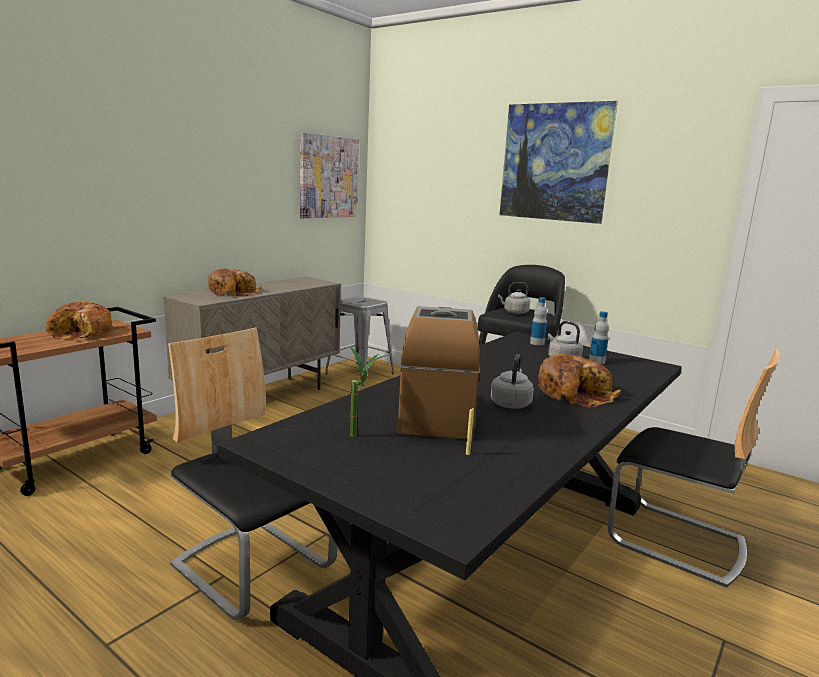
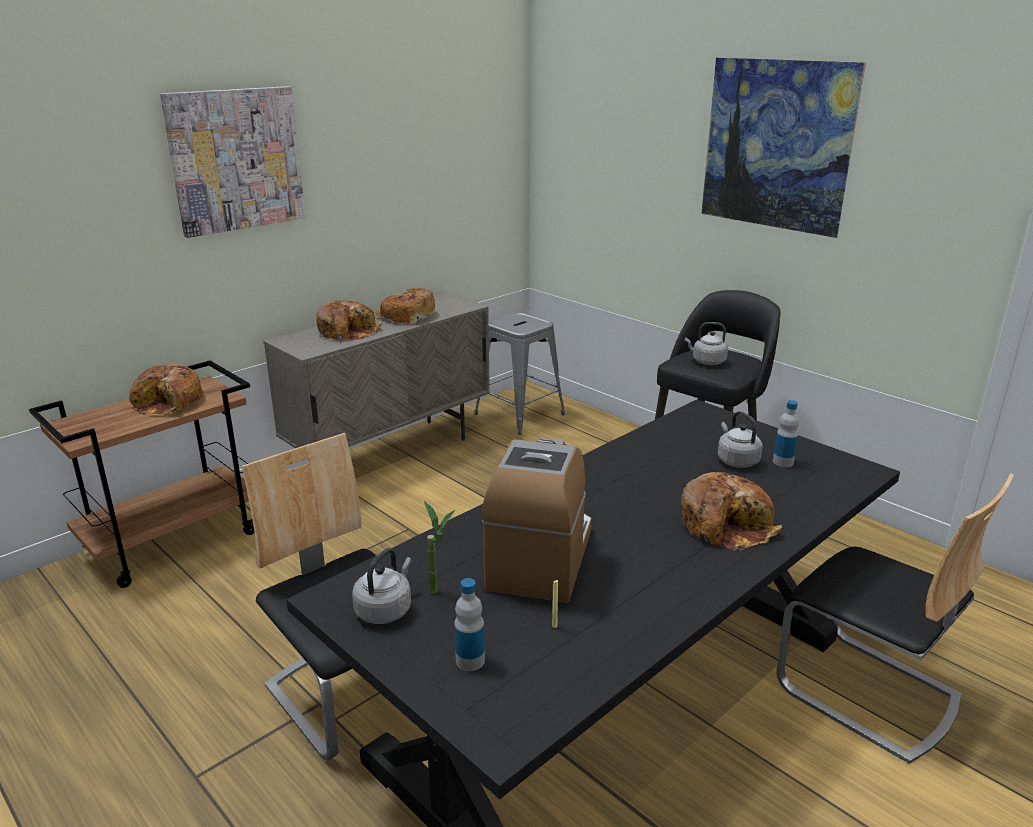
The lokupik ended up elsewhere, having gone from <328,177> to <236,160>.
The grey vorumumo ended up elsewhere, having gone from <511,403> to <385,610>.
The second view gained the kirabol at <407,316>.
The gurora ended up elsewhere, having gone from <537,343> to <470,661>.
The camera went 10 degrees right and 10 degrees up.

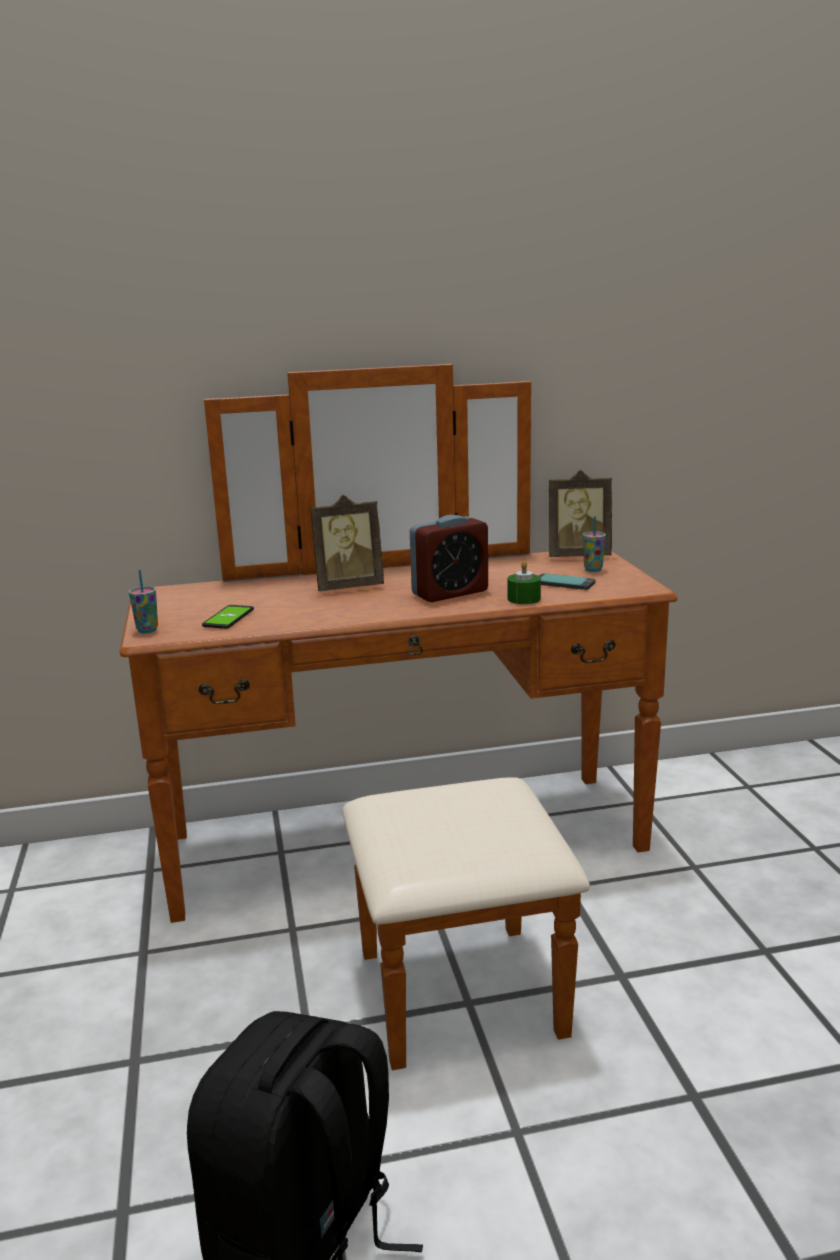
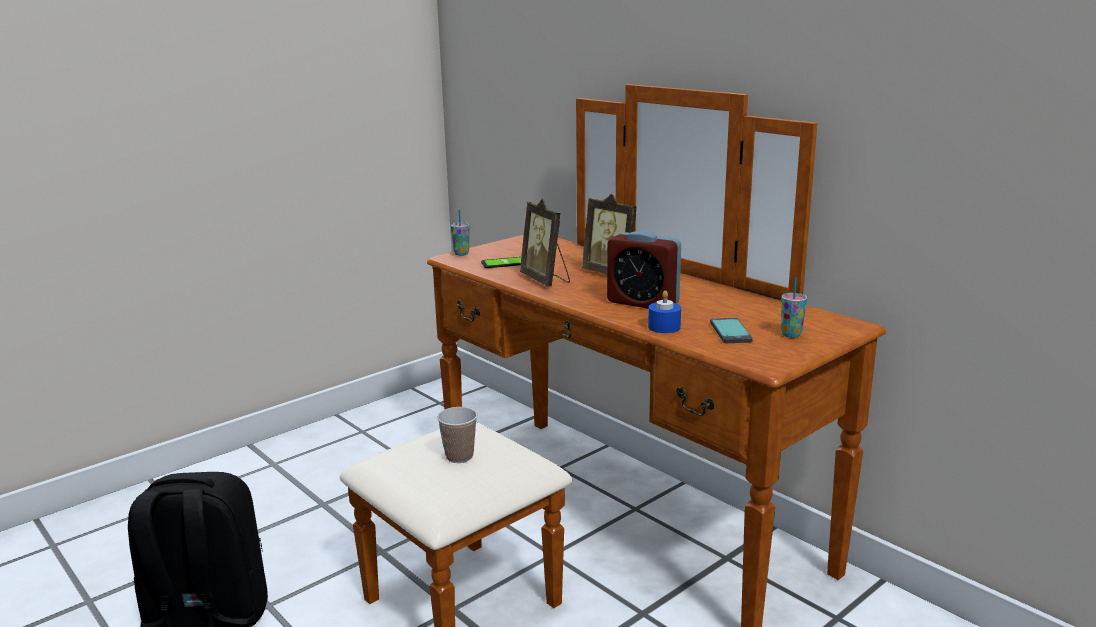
The second view gained the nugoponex at <459,456>.
The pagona ended up elsewhere, having gone from <578,556> to <546,280>.
What was the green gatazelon at <524,599> turned into the blue gatazelon at <664,327>.
The camera went 60 degrees right and 0 degrees up.

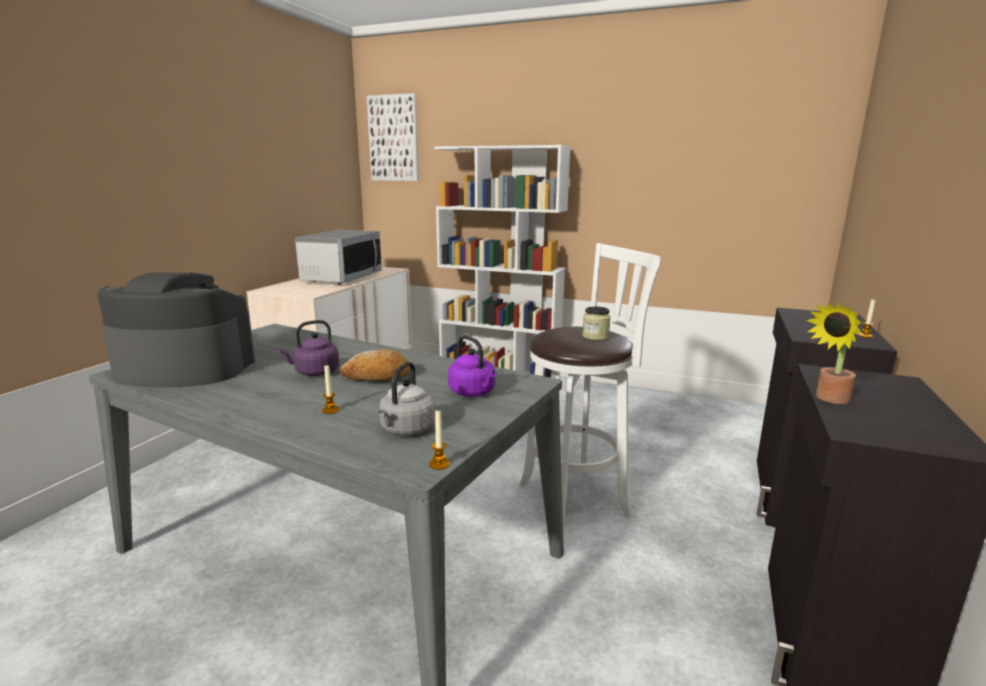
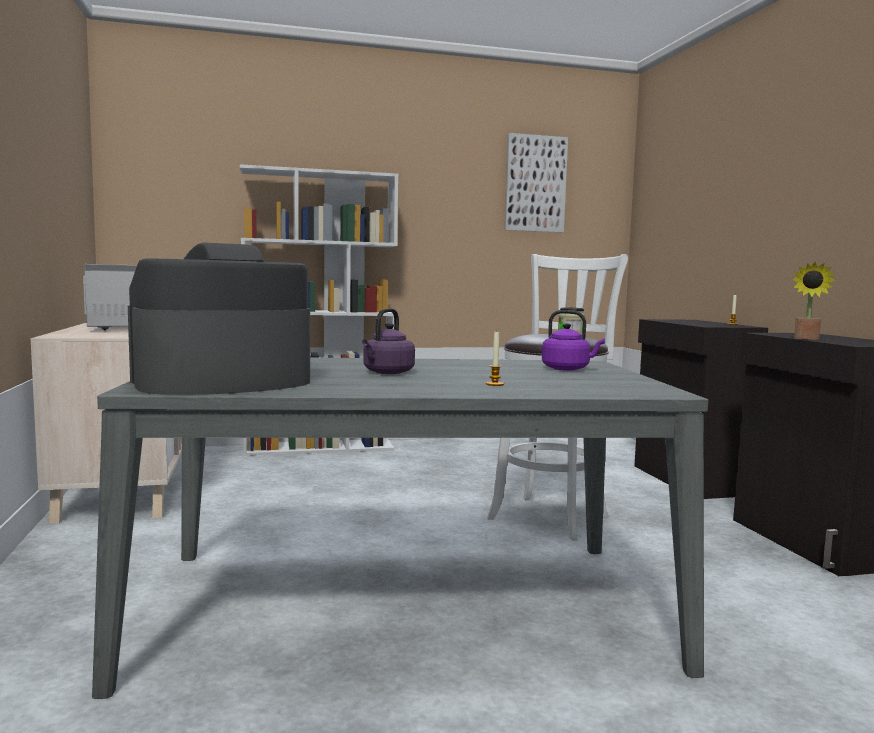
The lokupik ended up elsewhere, having gone from <393,138> to <535,183>.
The second view lost the kirabol at <377,377>.
The second view lost the grey vorumumo at <406,430>.
The second view lost the gatazelon at <439,464>.
The camera went 35 degrees left and 10 degrees down.

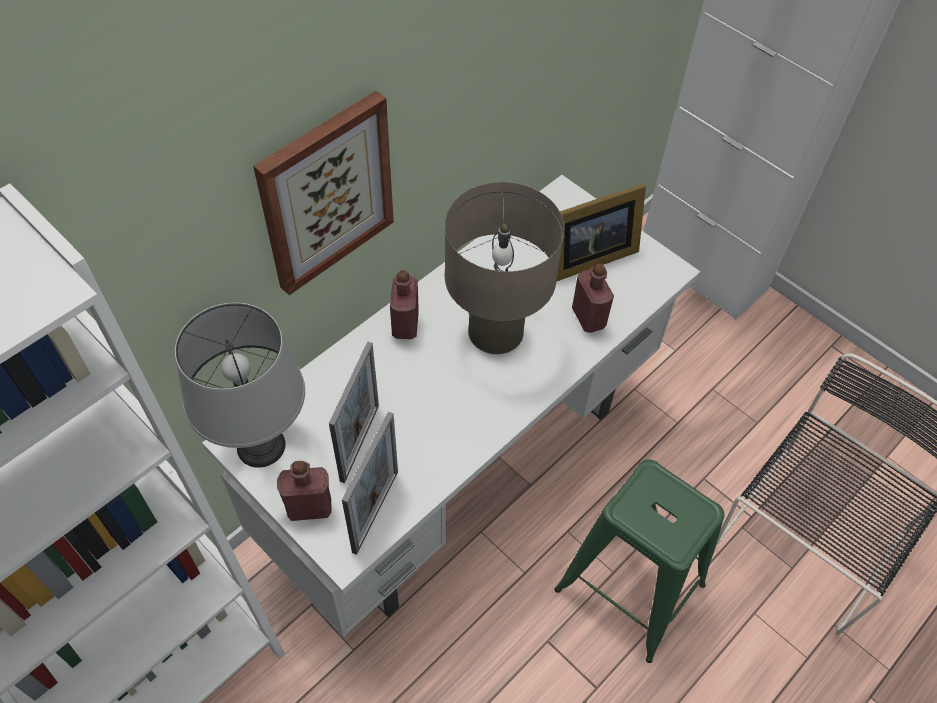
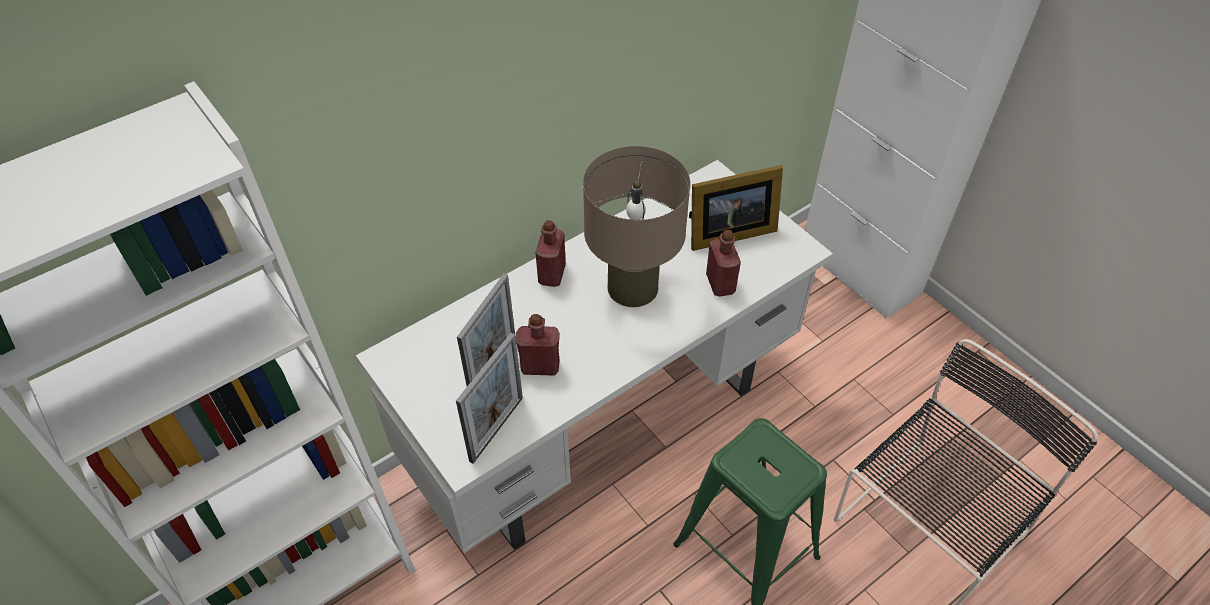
The red gurora ended up elsewhere, having gone from <309,508> to <540,366>.
The second view lost the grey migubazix at <262,446>.
The second view lost the lokupik at <325,193>.
The camera went 10 degrees right and 5 degrees down.

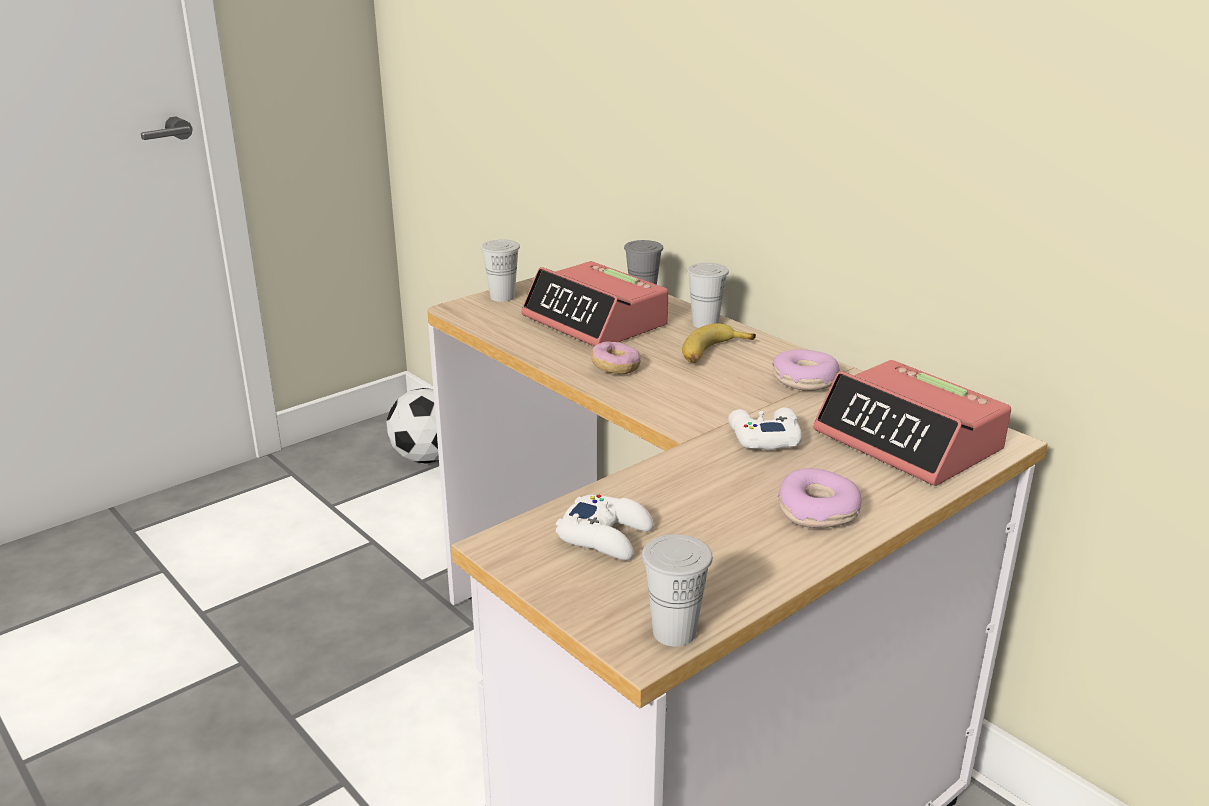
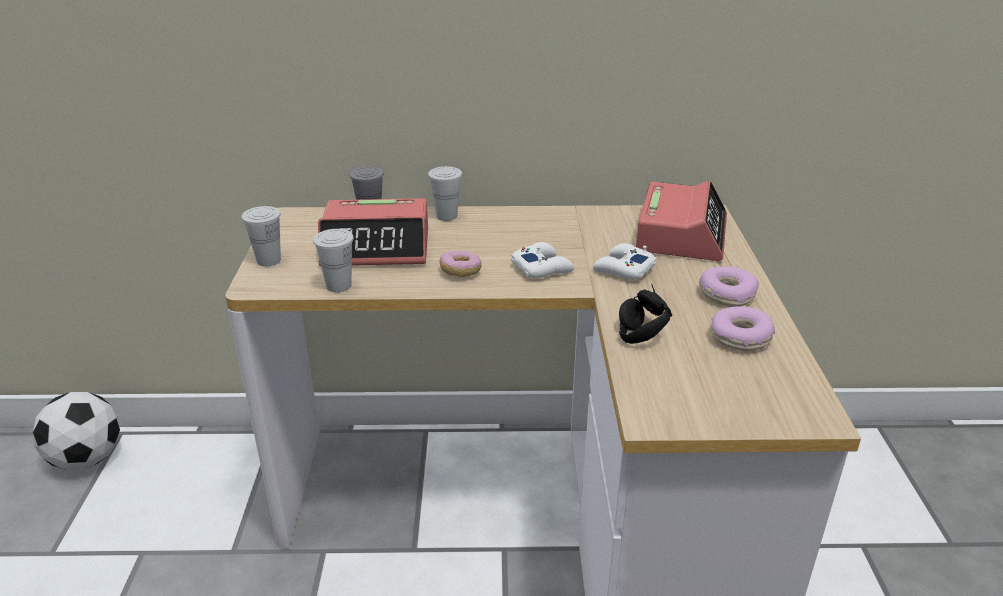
The white nugoponex ended up elsewhere, having gone from <674,632> to <339,286>.
The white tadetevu ended up elsewhere, having gone from <606,536> to <542,267>.
The second view gained the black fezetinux at <638,321>.
The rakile at <909,441> ended up facing another way, 75 degrees counterclockwise from before.
The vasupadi ended up elsewhere, having gone from <805,381> to <740,338>.
The second view lost the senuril at <712,353>.
The camera went 50 degrees left and 5 degrees up.

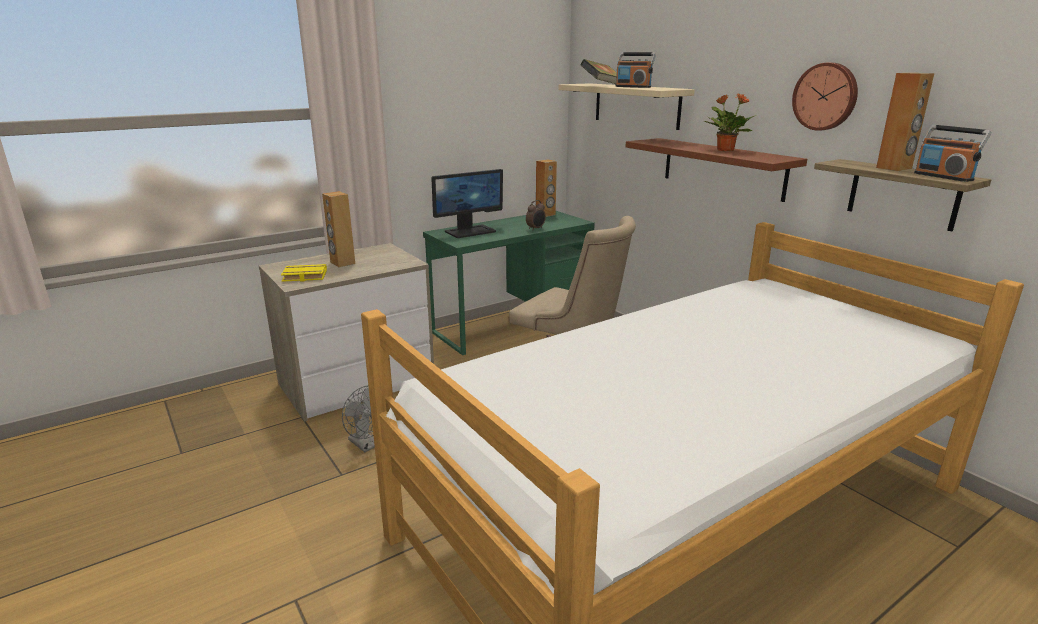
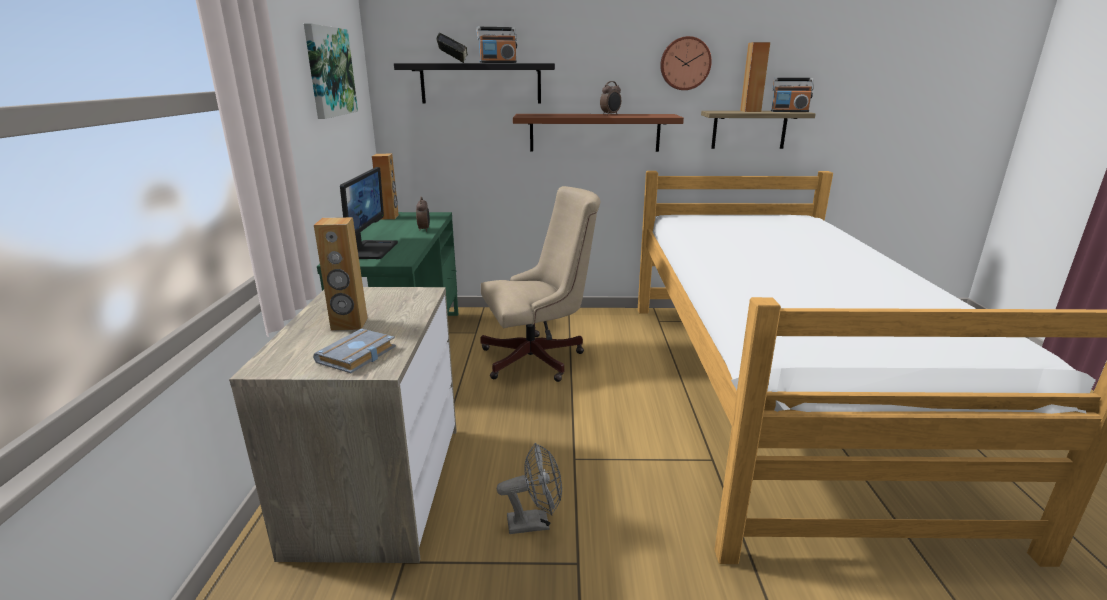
The second view gained the lokupik at <329,72>.
What was the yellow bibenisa at <303,277> turned into the grey bibenisa at <357,356>.
What was the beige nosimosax at <636,105> turned into the black nosimosax at <480,83>.
Where the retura stood at <724,150>, the rakile came to stand at <610,114>.
The camera went 55 degrees left and 0 degrees up.

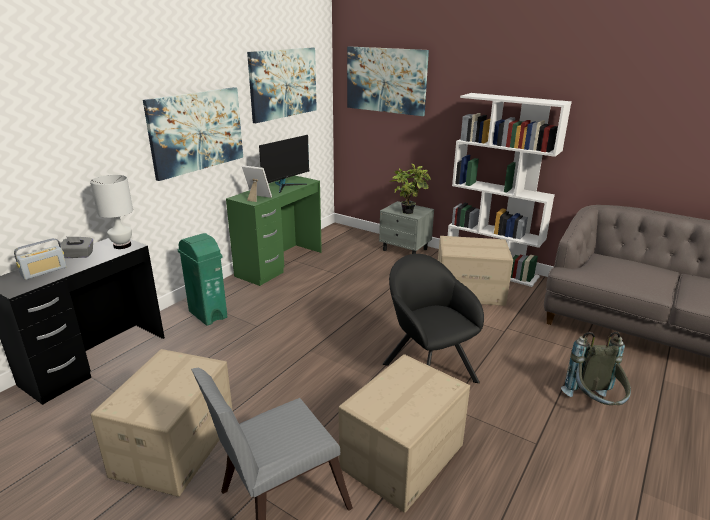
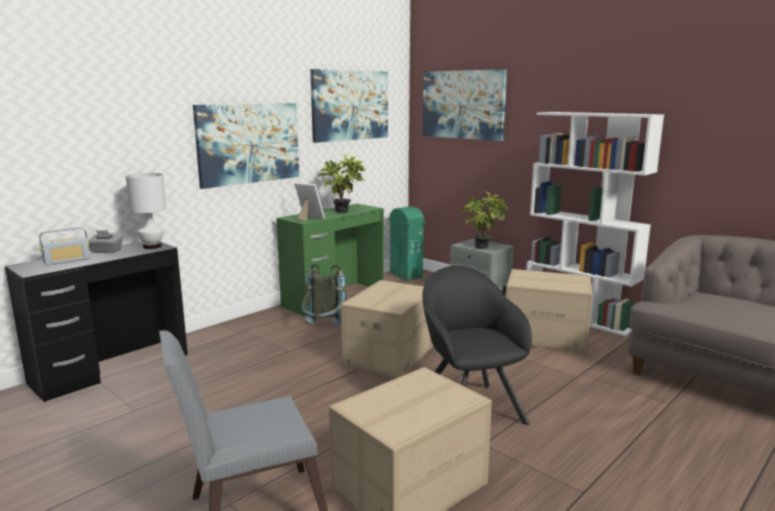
The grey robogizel ended up elsewhere, having gone from <594,406> to <323,329>.
Where the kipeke stood at <285,186>, the retura came to stand at <344,211>.
The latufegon ended up elsewhere, having gone from <174,446> to <389,355>.
The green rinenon ended up elsewhere, having gone from <208,314> to <406,275>.
The camera went 10 degrees right and 10 degrees down.

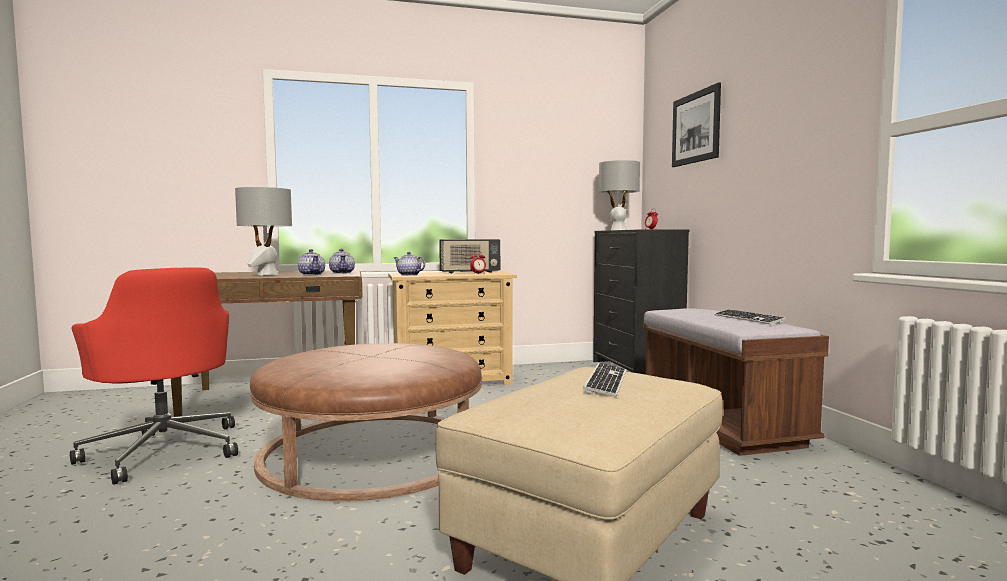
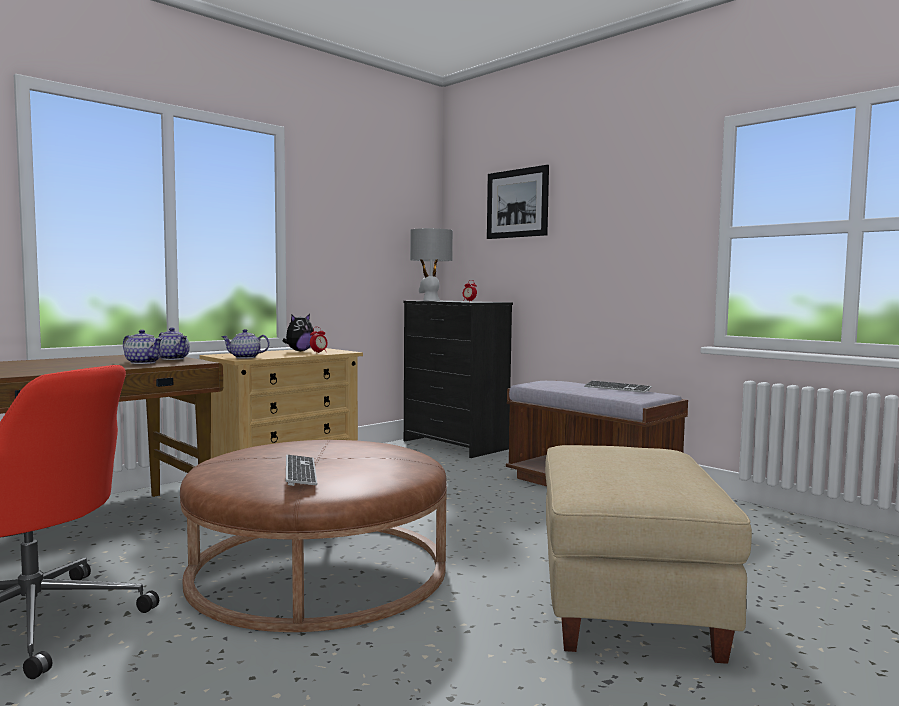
Where the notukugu stood at <469,272>, the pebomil came to stand at <299,351>.
The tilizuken ended up elsewhere, having gone from <606,382> to <300,472>.
The second view lost the grey migubazix at <266,274>.
The camera went 30 degrees left and 0 degrees up.

